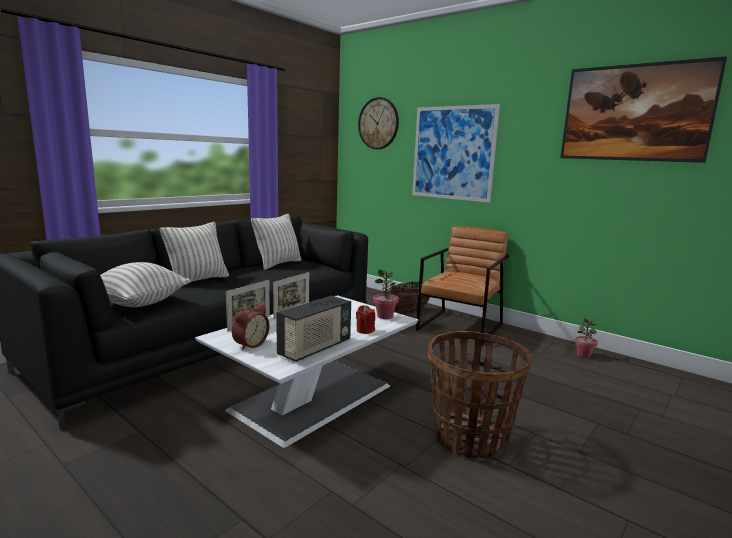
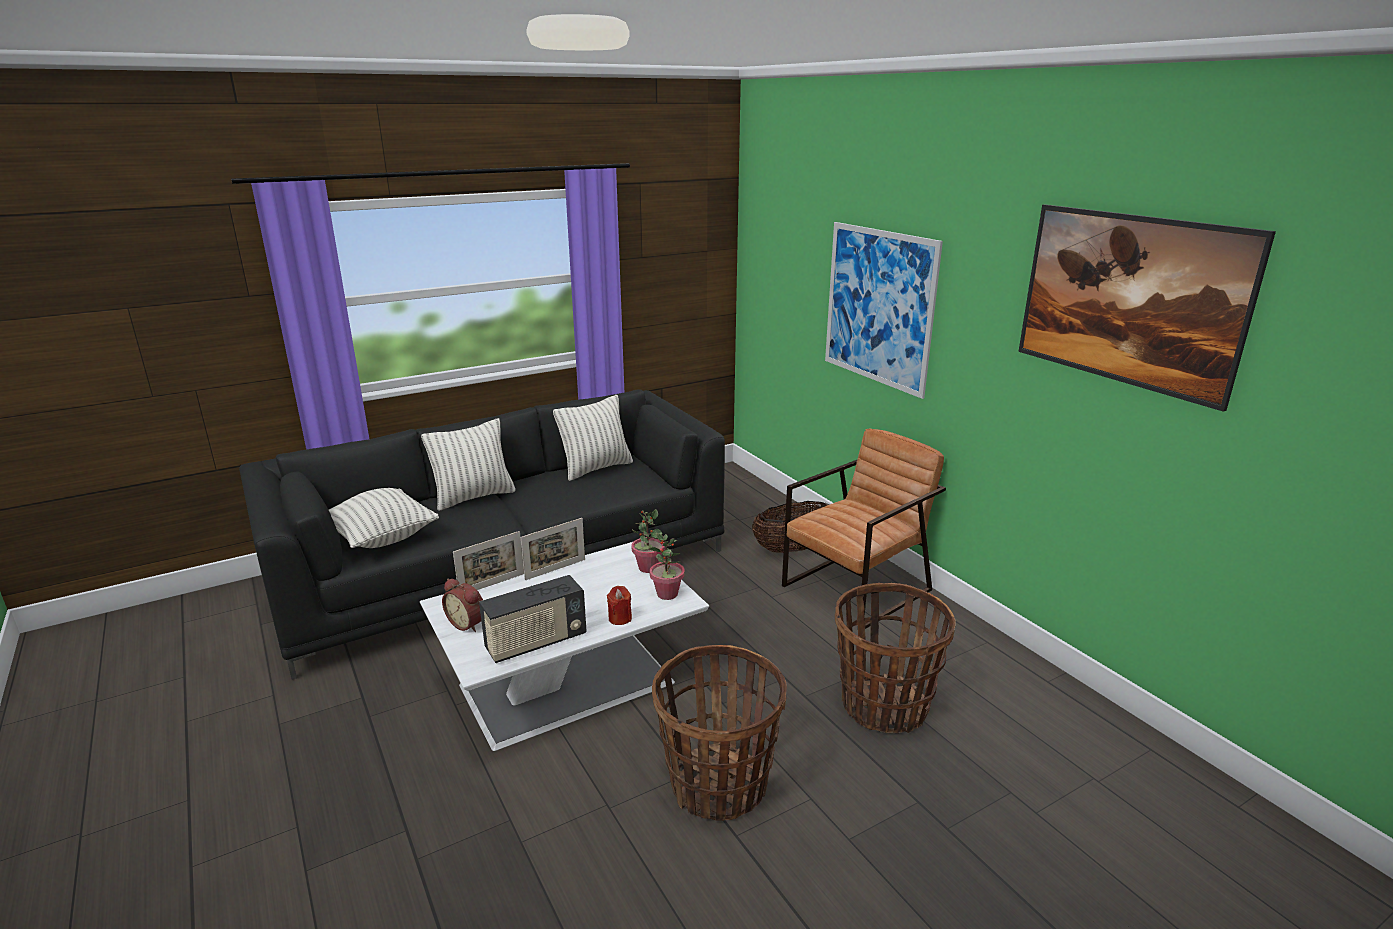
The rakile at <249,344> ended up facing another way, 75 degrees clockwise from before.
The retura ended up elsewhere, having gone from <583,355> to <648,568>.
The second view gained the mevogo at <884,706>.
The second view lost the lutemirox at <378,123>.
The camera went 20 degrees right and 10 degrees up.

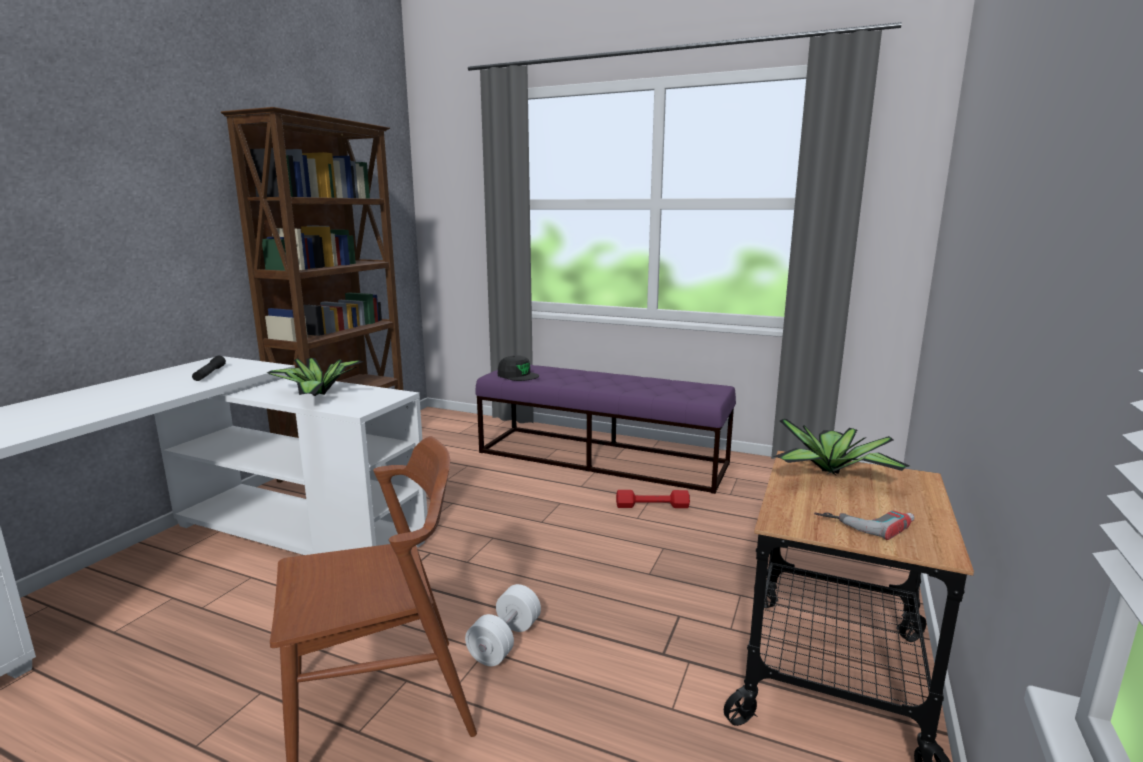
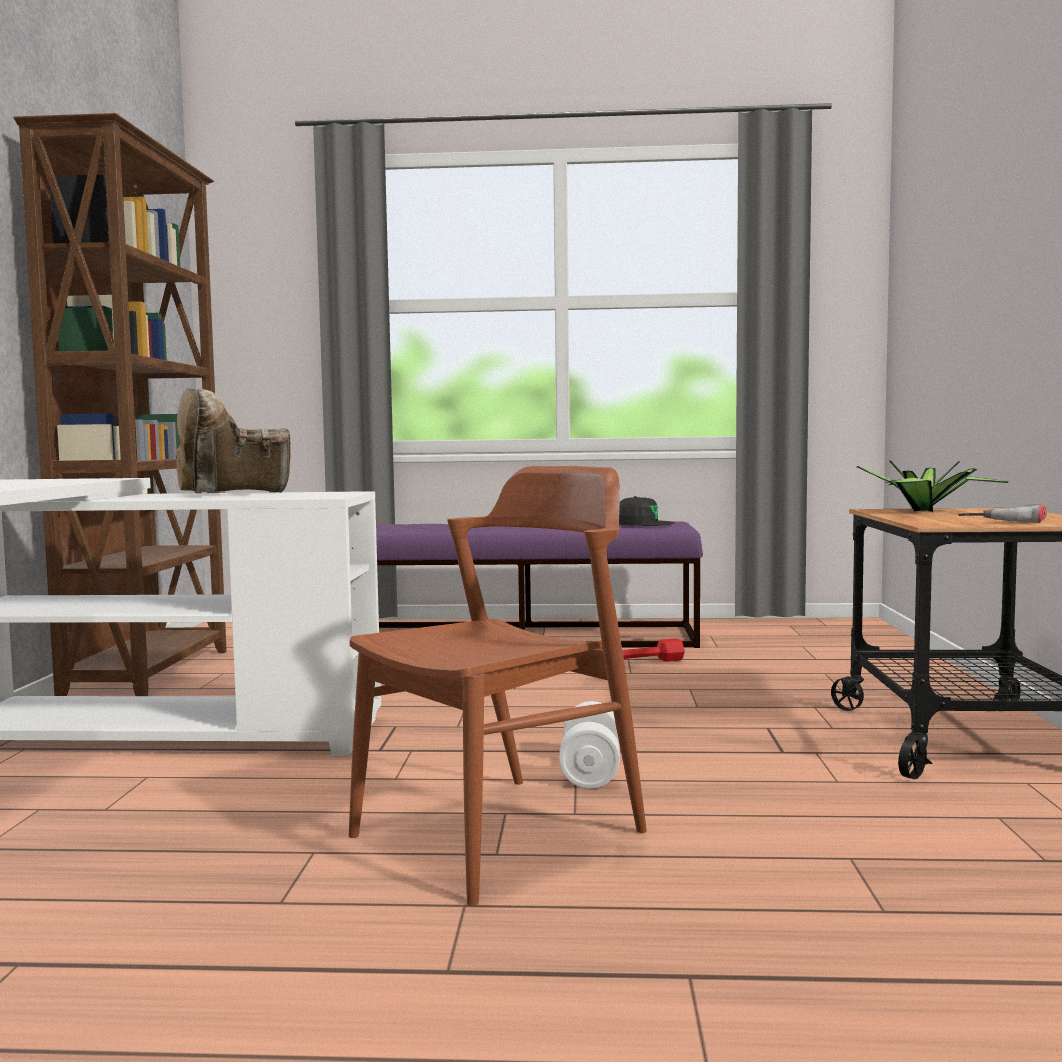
Where the retura stood at <317,394>, the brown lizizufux came to stand at <231,495>.
The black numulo ended up elsewhere, having gone from <518,375> to <642,523>.
The second view lost the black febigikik at <209,374>.
The camera went 20 degrees left and 10 degrees down.

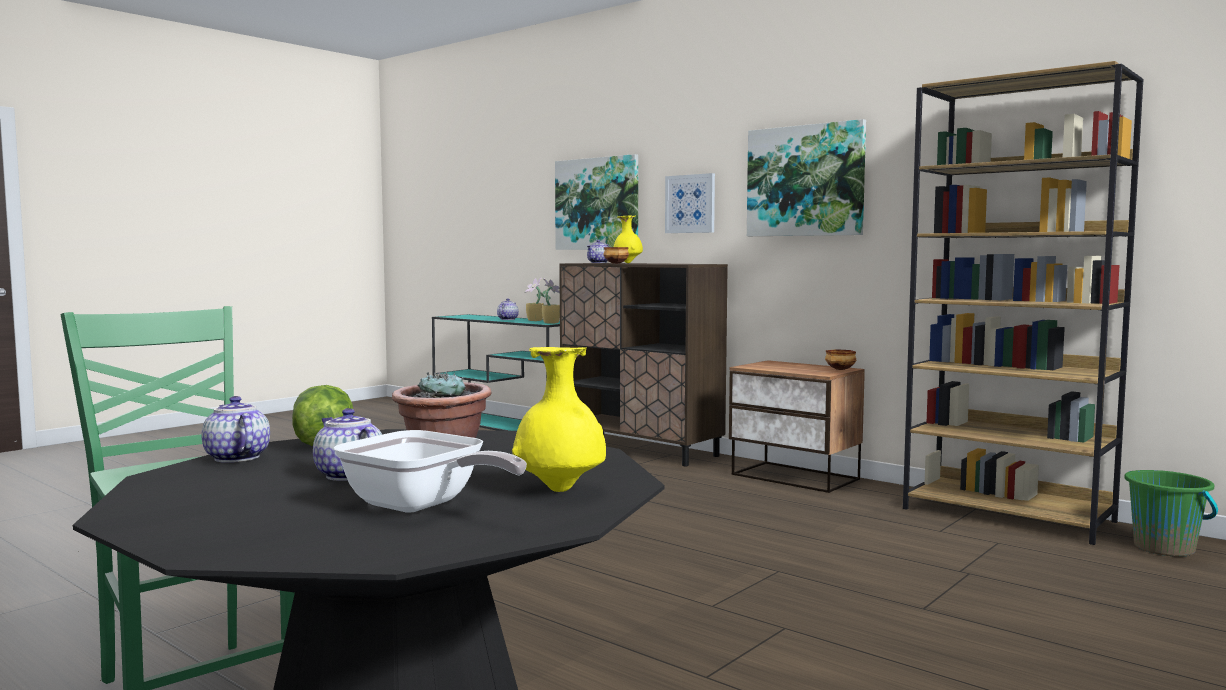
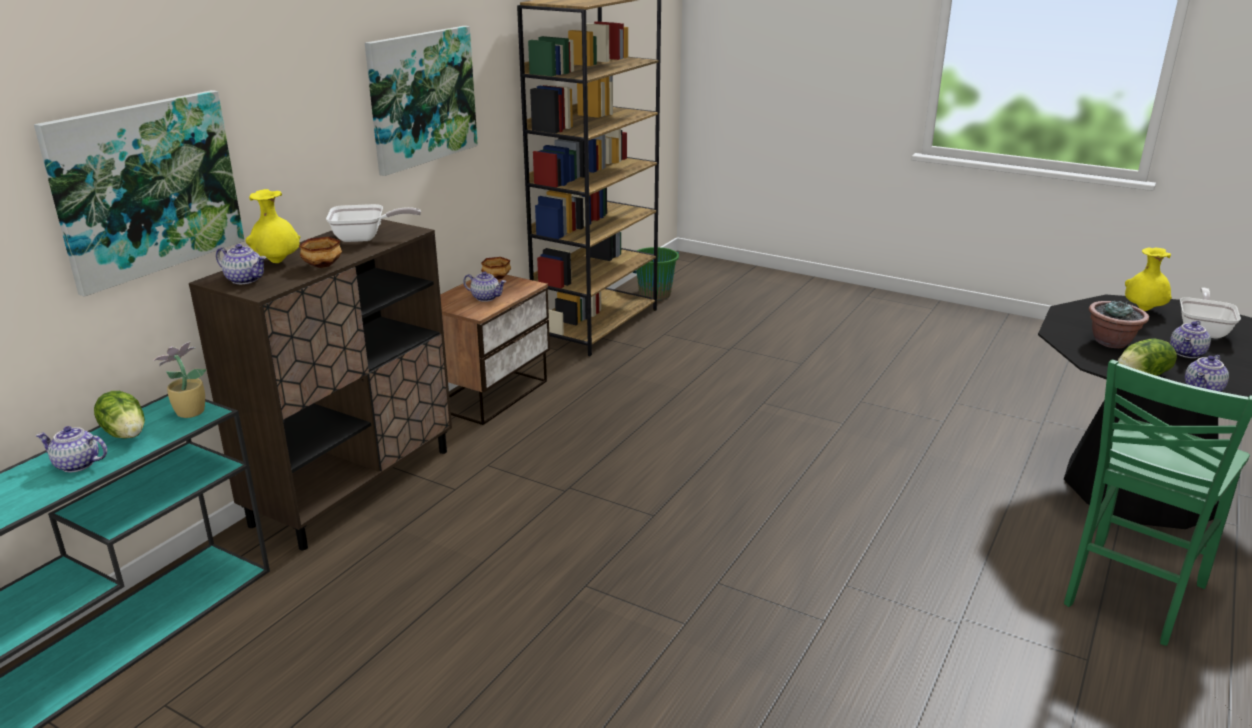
Where the retura stood at <535,320>, the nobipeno came to stand at <126,433>.
The second view gained the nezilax at <365,238>.
The second view gained the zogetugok at <486,298>.
The second view lost the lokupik at <690,204>.
The camera went 100 degrees left and 20 degrees up.

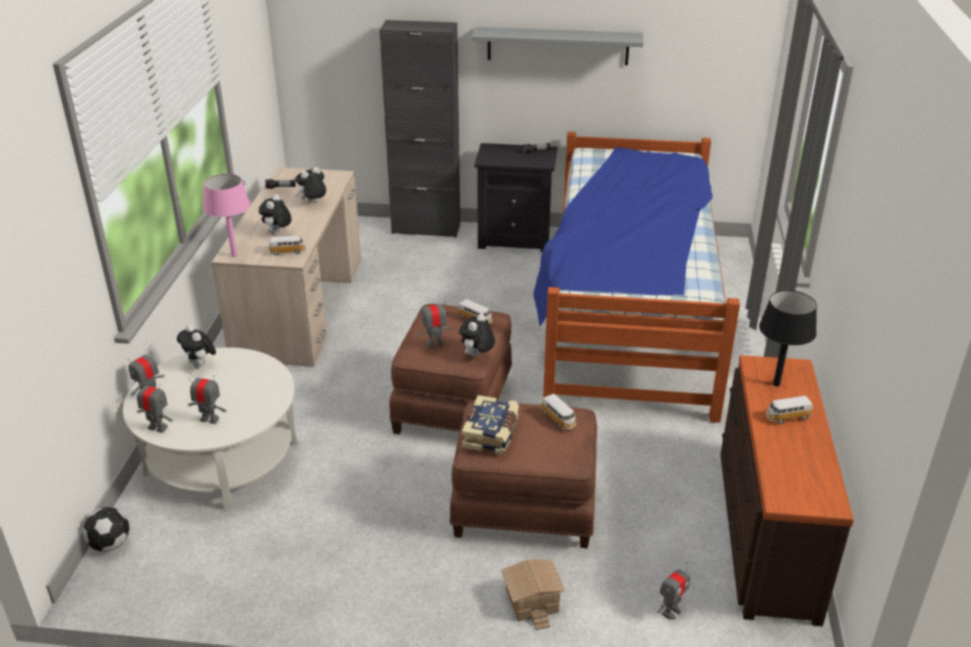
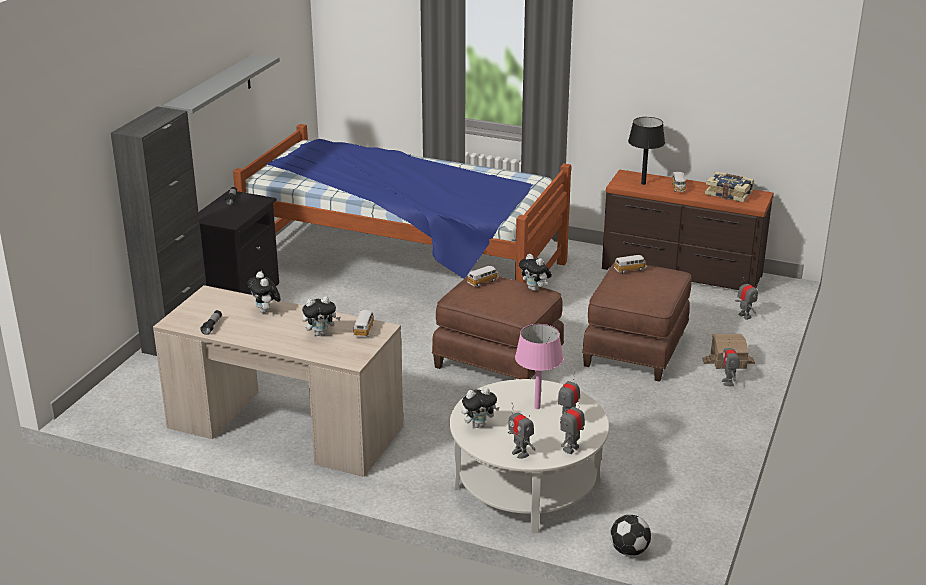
The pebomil at <277,233> ended up facing another way, 45 degrees counterclockwise from before.
The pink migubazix ended up elsewhere, having gone from <234,255> to <537,407>.
The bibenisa ended up elsewhere, having gone from <492,434> to <729,193>.
The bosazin ended up elsewhere, having gone from <435,344> to <728,382>.
The camera went 75 degrees left and 5 degrees down.

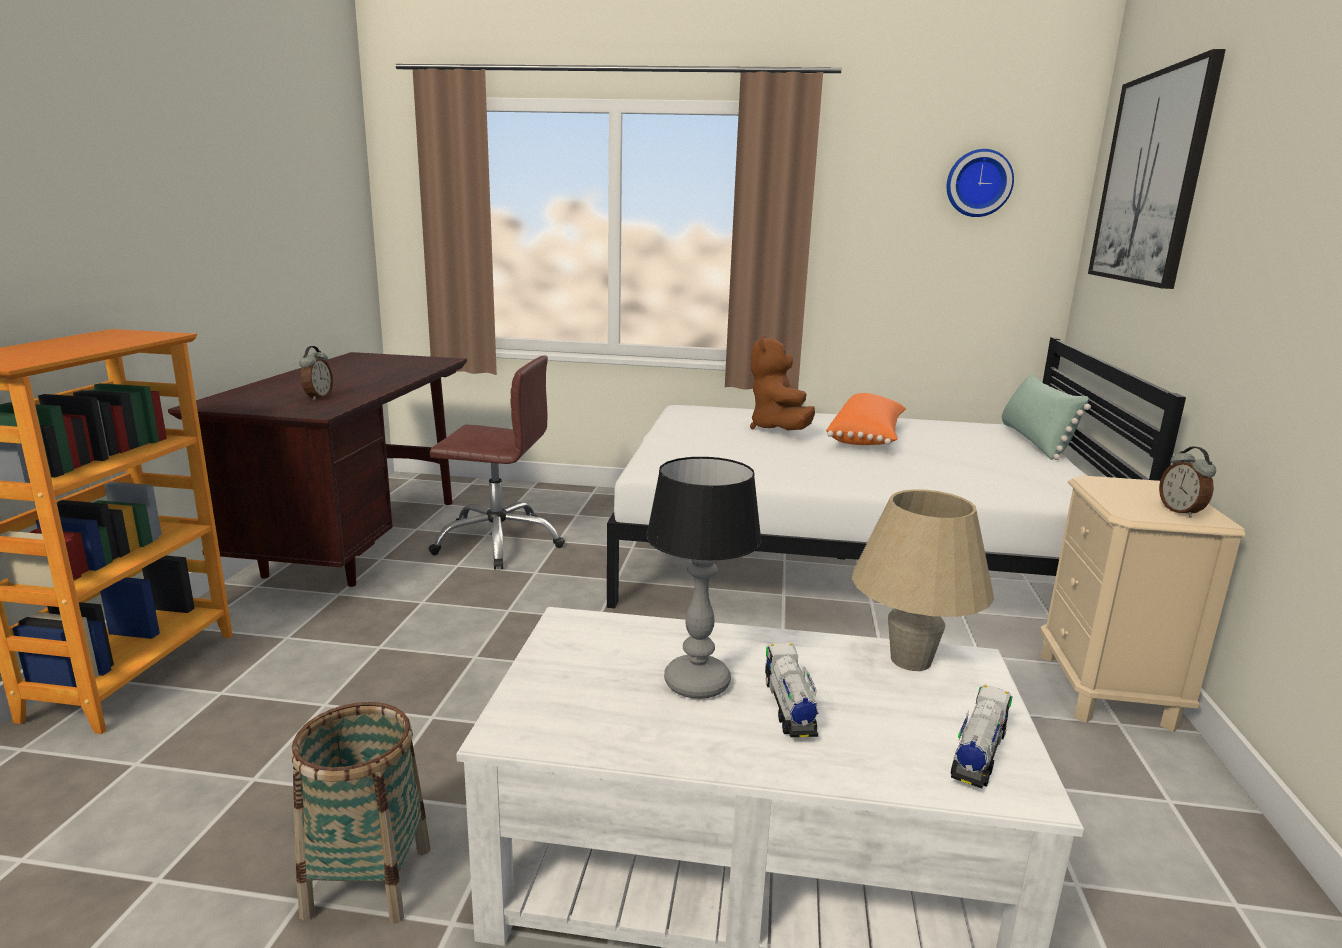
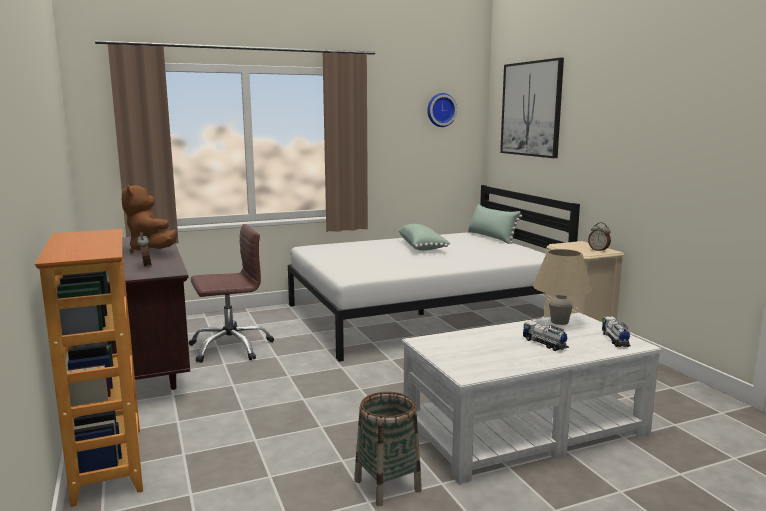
The brown pebomil ended up elsewhere, having gone from <779,429> to <152,250>.
What was the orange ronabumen at <867,438> turned into the green ronabumen at <422,247>.
The second view lost the migubazix at <697,682>.
The camera went 30 degrees left and 5 degrees down.

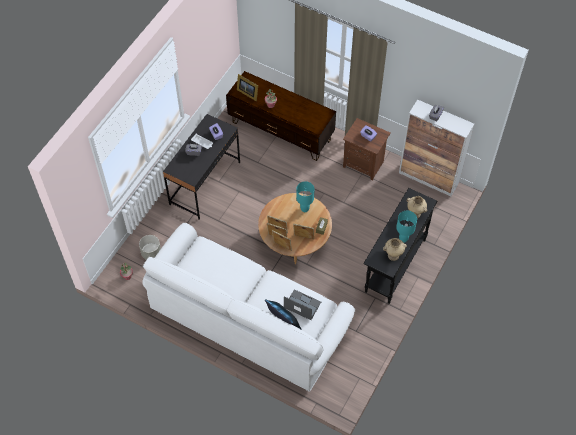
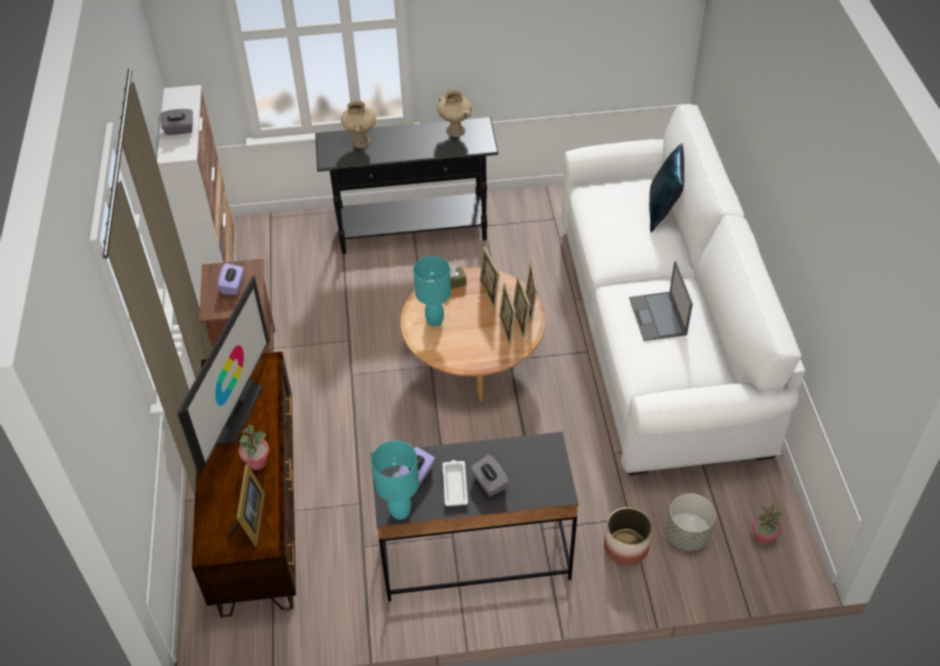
The second view gained the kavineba at <235,411>.
The turquoise migubazix ended up elsewhere, having gone from <403,239> to <401,512>.
The second view gained the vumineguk at <626,547>.
The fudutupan ended up elsewhere, having gone from <302,305> to <658,317>.
The camera went 125 degrees left and 10 degrees down.

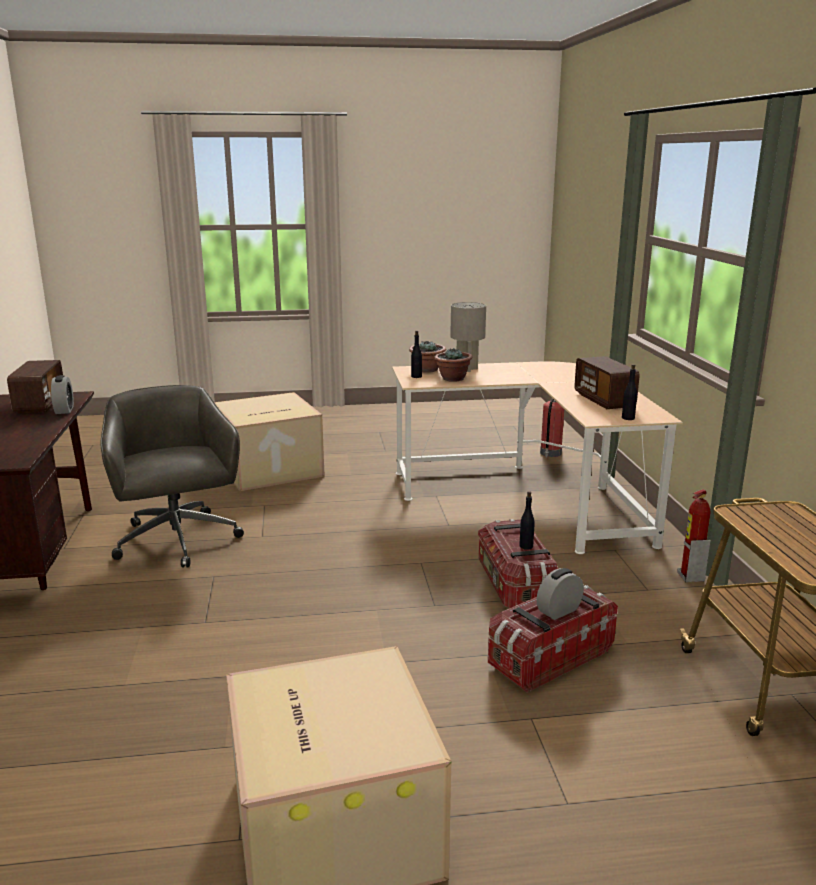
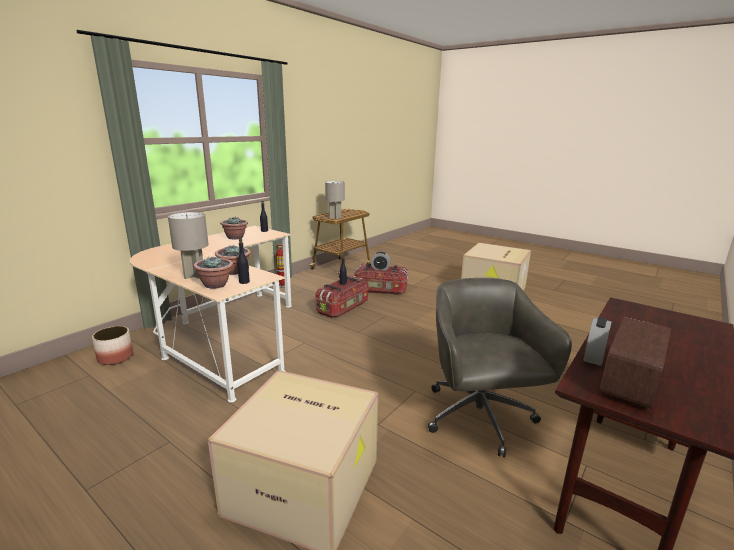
Where the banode stood at <550,453>, the vumineguk came to stand at <115,358>.
Where the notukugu stood at <604,400>, the retura came to stand at <235,237>.
The second view gained the grey migubazix at <335,218>.
The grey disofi at <177,541> ended up facing another way, 150 degrees clockwise from before.
The camera went 135 degrees left and 0 degrees up.

